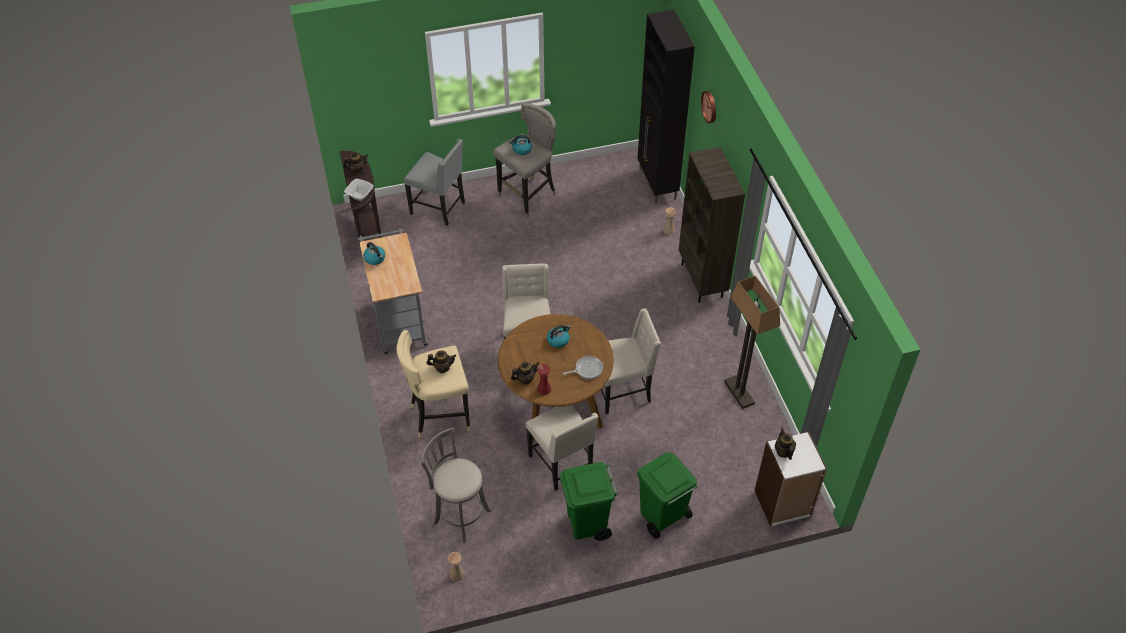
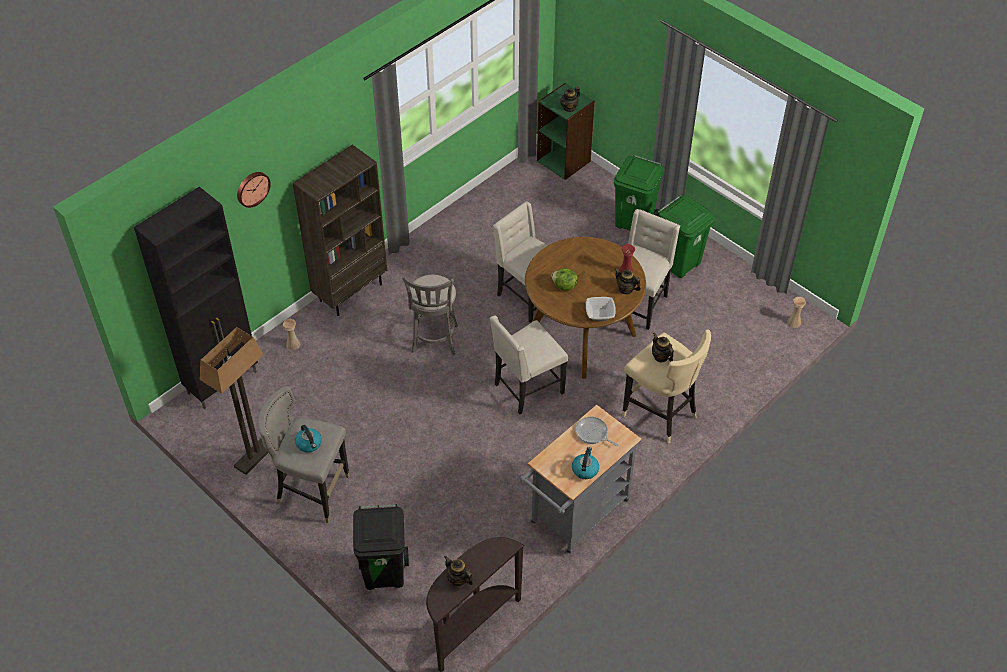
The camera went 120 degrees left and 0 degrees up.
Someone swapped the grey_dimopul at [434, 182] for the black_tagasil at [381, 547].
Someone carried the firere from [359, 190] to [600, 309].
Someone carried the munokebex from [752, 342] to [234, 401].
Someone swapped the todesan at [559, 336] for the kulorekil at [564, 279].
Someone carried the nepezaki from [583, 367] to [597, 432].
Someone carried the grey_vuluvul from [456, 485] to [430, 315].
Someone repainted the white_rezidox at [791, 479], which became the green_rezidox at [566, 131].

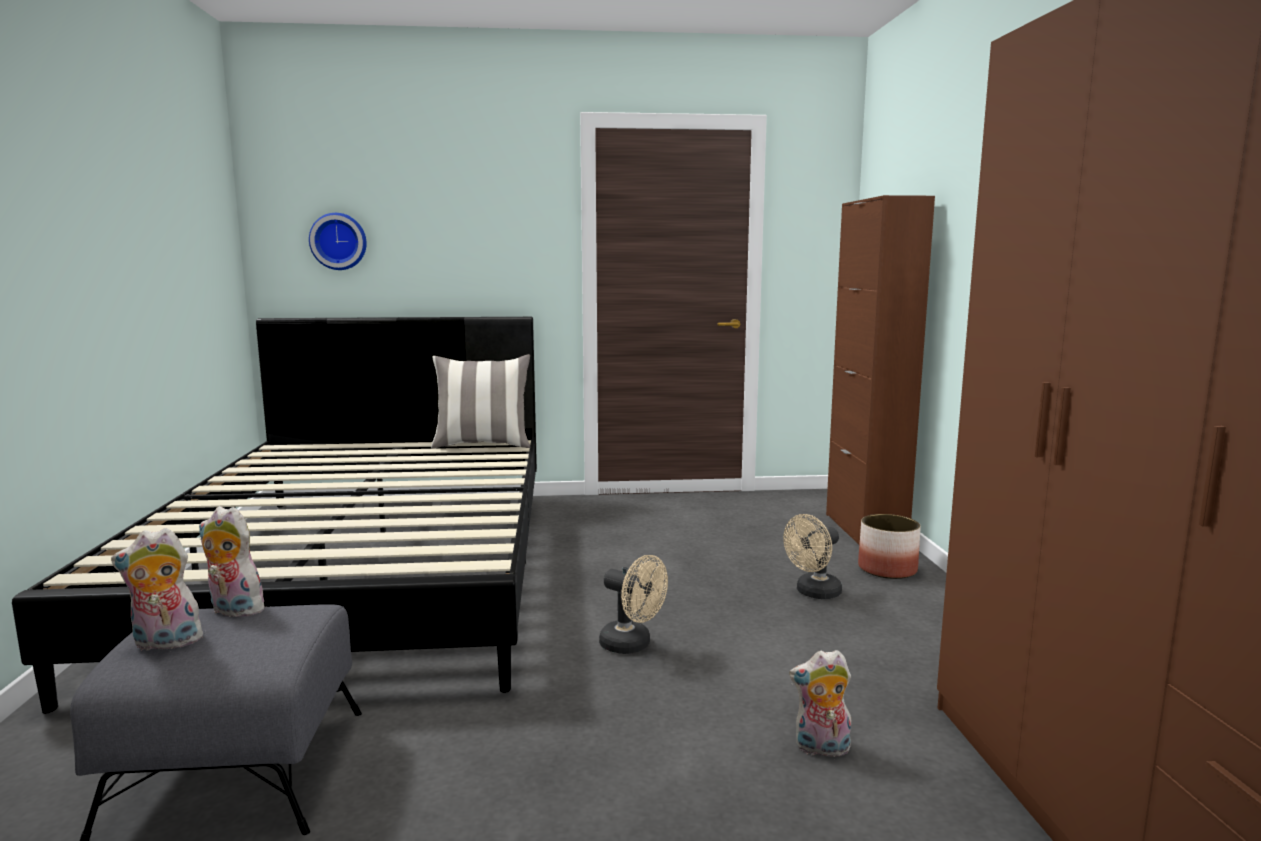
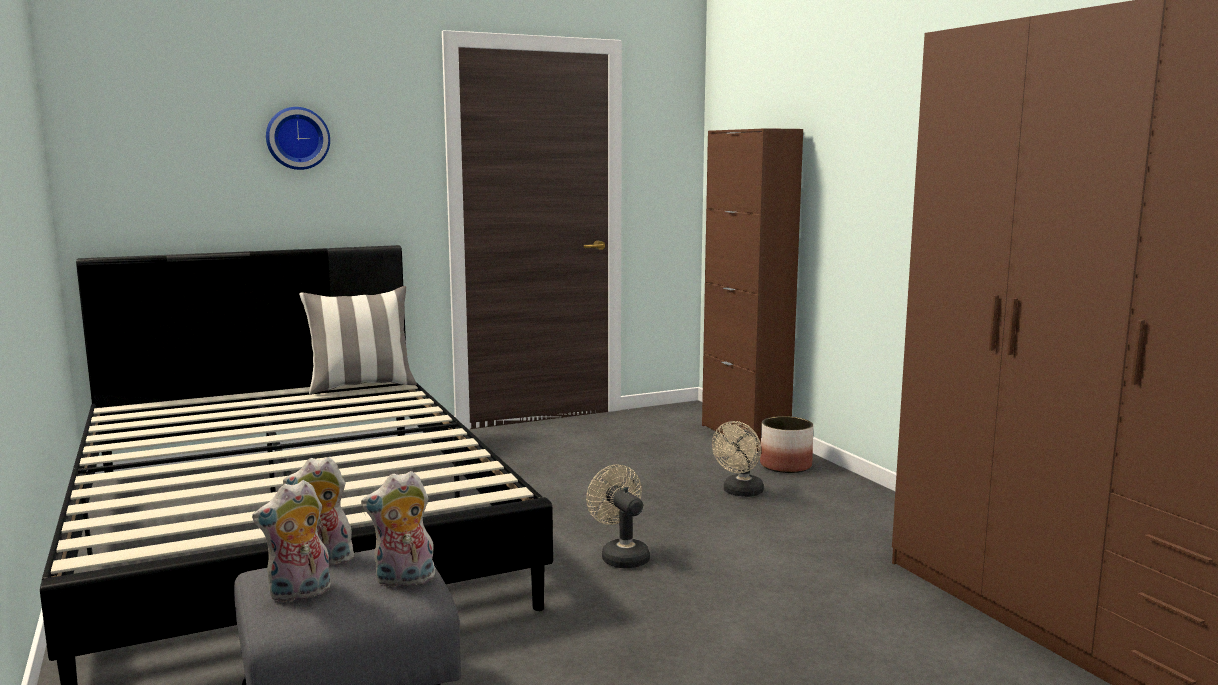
The camera went 20 degrees left and 0 degrees up.
Someone carried the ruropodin from [338, 241] to [298, 138].
Someone rotated the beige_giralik at [633, 604] by 135 degrees counterclockwise.
Someone carried the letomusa from [820, 703] to [398, 529].

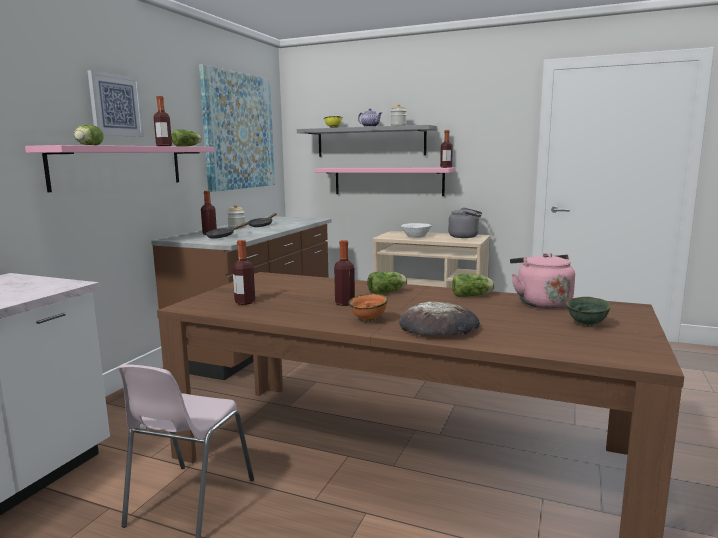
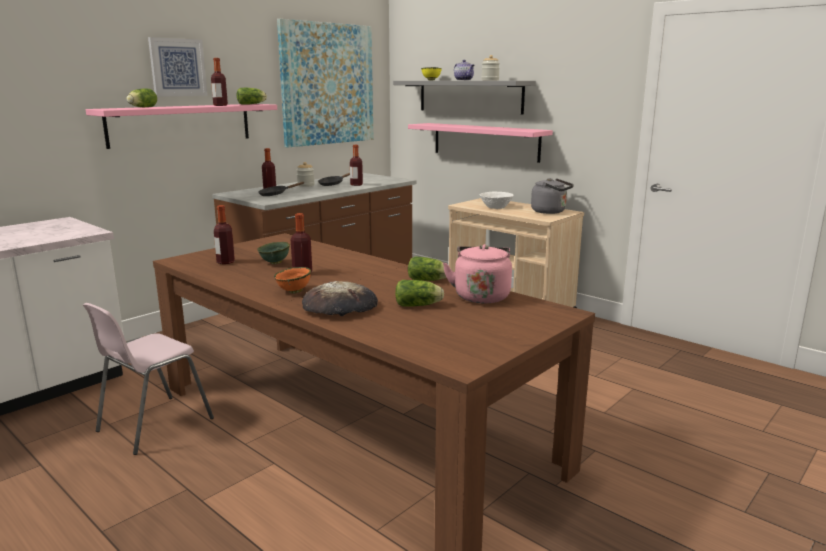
The camera went 20 degrees right and 5 degrees up.
Someone carried the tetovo from [446, 149] to [356, 165].
Someone carried the kulorekil from [387, 282] to [419, 293].
Someone carried the green_firere from [588, 312] to [273, 253].

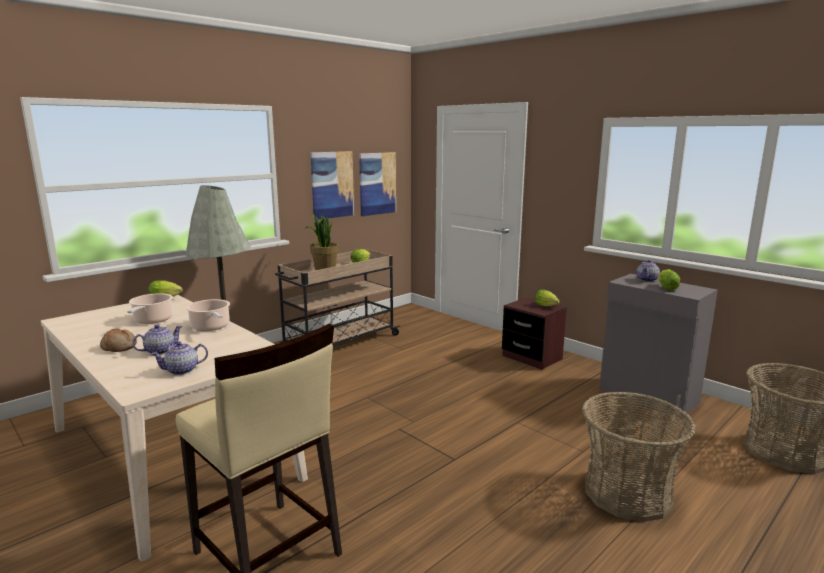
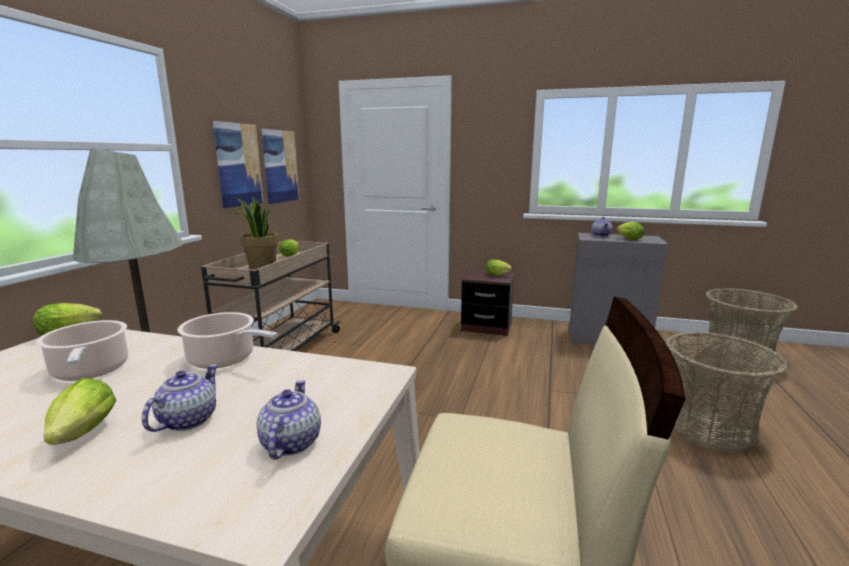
The camera went 30 degrees left and 0 degrees up.
Someone swapped the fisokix at [118, 340] for the kulorekil at [79, 411].
Someone rotated the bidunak at [179, 358] by 150 degrees clockwise.

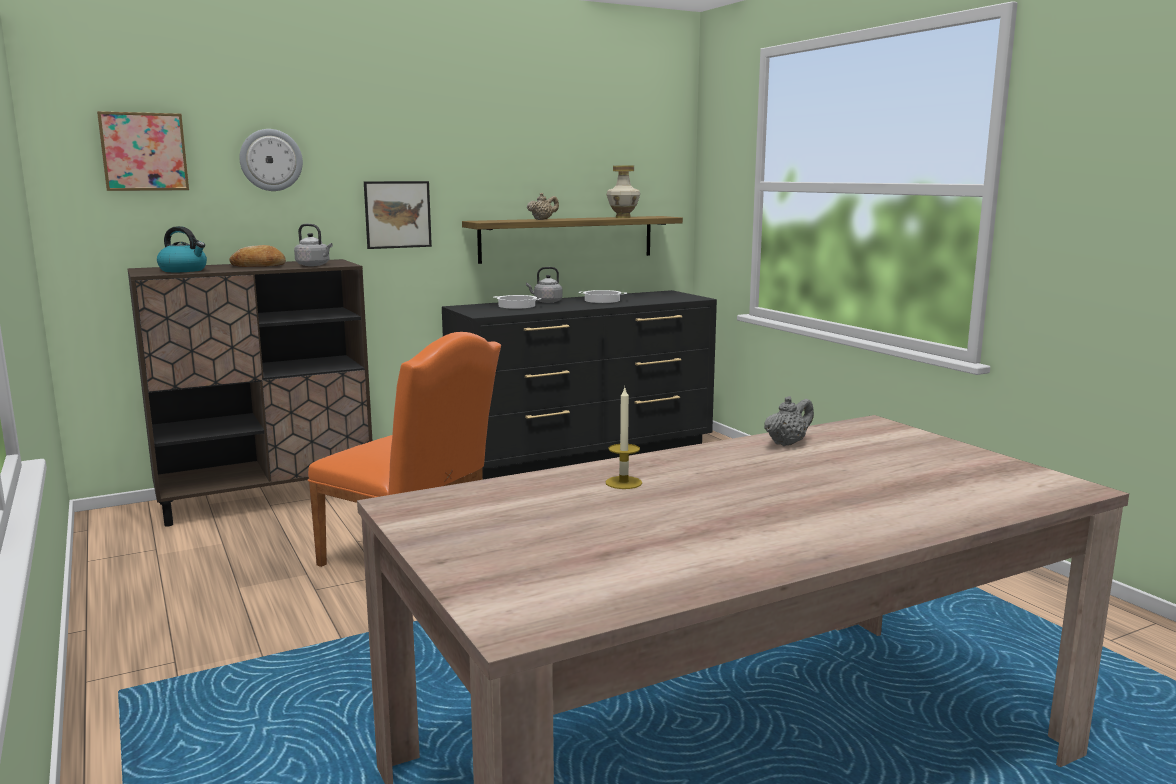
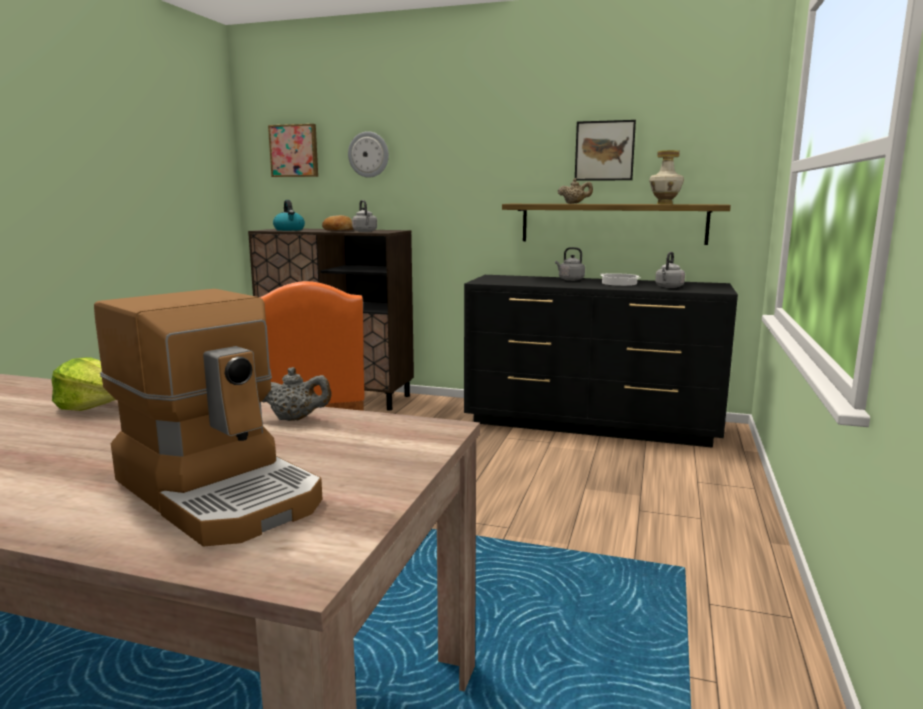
The camera went 45 degrees right and 0 degrees up.
Someone carried the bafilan from [398, 215] to [605, 150].
Someone took away the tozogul at [517, 302].
Someone swapped the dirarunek at [623, 438] for the kulorekil at [83, 384].
Someone put down the grey_todesan at [670, 270].
Someone put down the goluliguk at [208, 417].

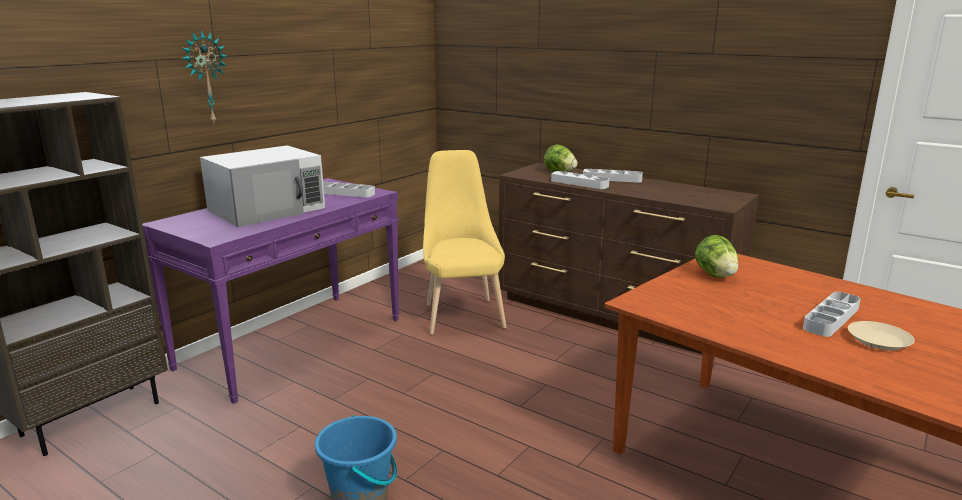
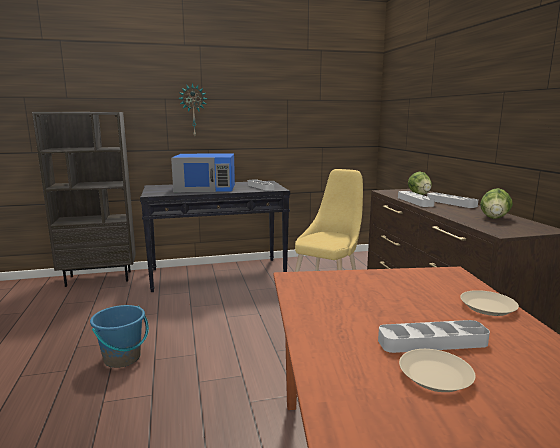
The camera went 40 degrees right and 5 degrees down.
Someone repainted the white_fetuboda at [262, 186], which became the blue_fetuboda at [203, 173].
Someone repainted the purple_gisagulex at [271, 291], which became the black_gisagulex at [215, 236].
Someone carried the kulorekil from [716, 256] to [496, 203].
Someone put down the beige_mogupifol at [489, 303].

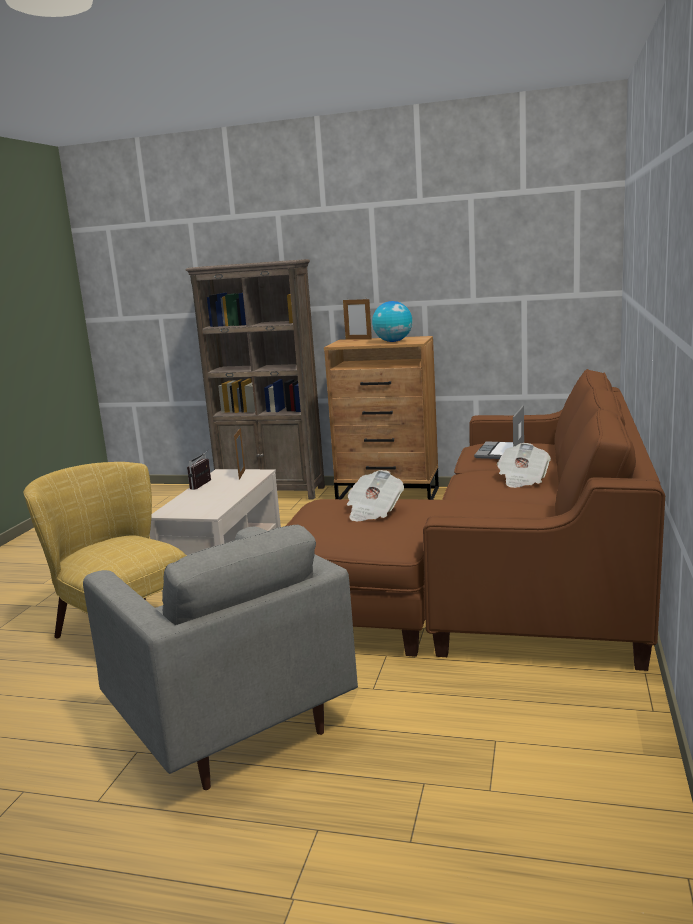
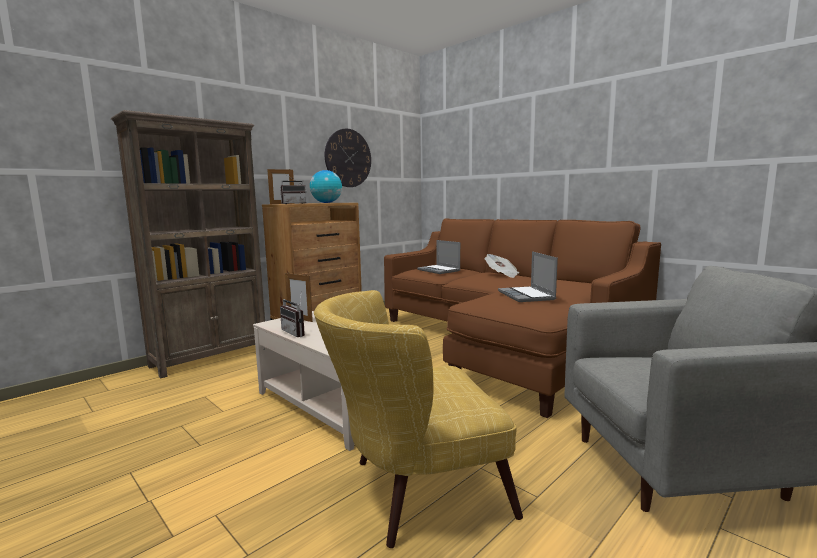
The camera went 60 degrees left and 5 degrees down.
Someone swapped the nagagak at [375, 495] for the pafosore at [528, 276].
Someone put up the ruropodin at [348, 158].
Someone put down the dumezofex at [293, 189].

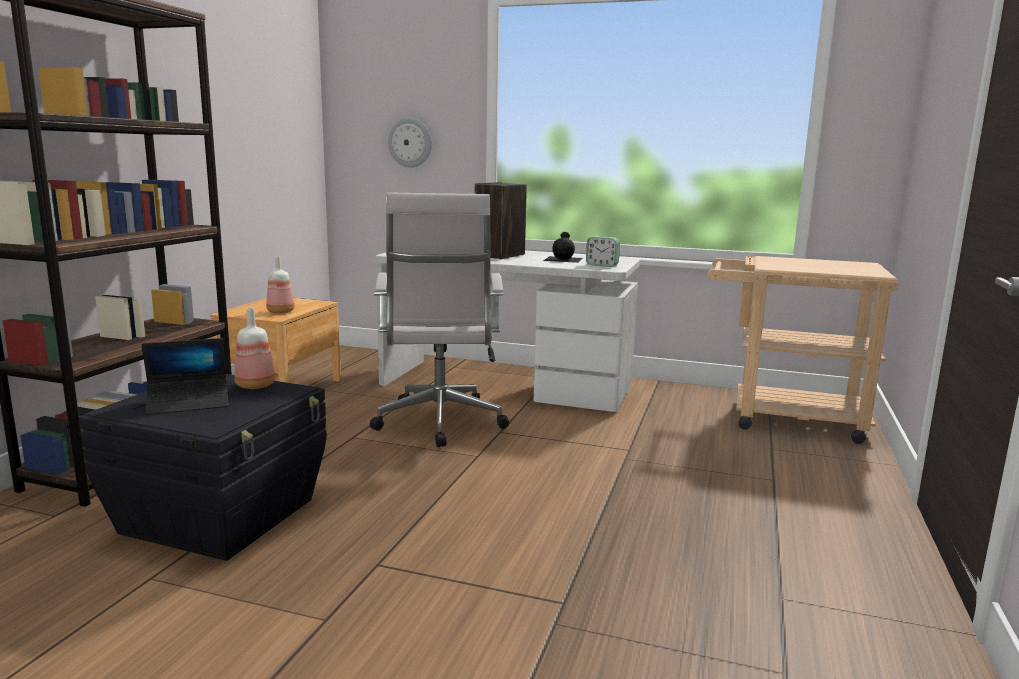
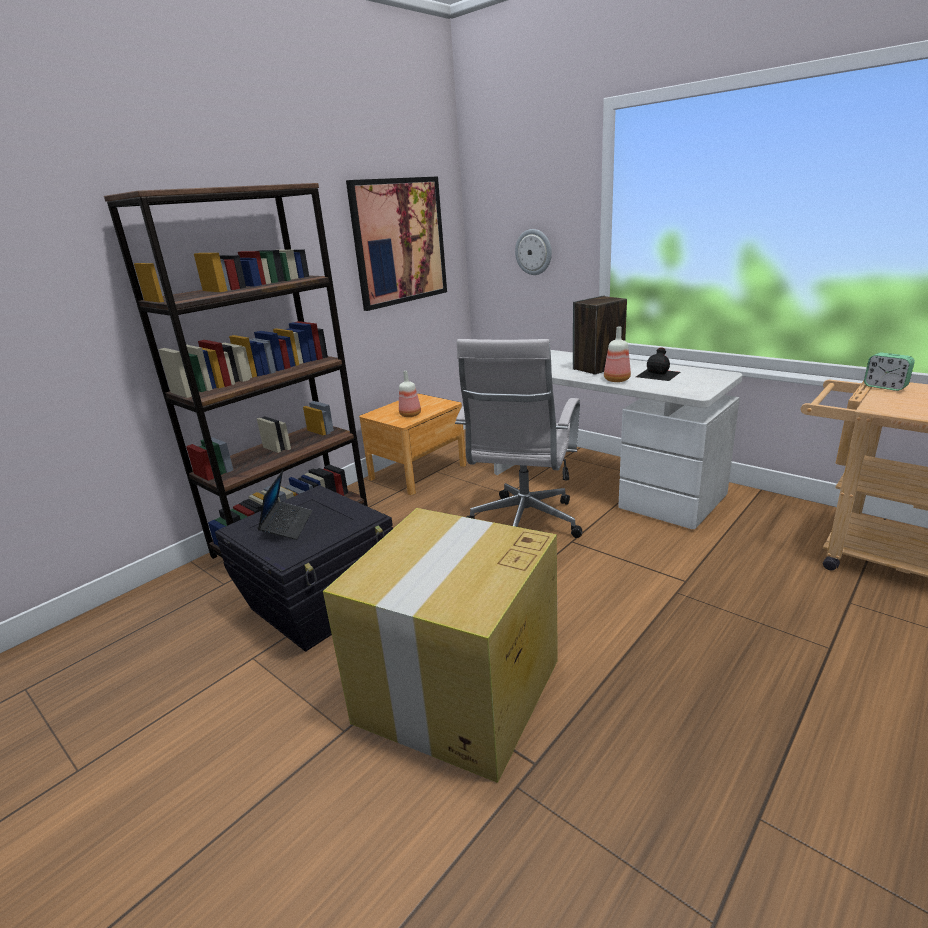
The camera went 25 degrees right and 10 degrees up.
Someone carried the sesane from [603, 251] to [889, 372].
Someone carried the tetovo from [254, 348] to [617, 354].
Someone rotated the pafosore at [185, 376] by 90 degrees counterclockwise.
Someone put up the bafilan at [396, 243].
Someone put down the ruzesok at [440, 645].

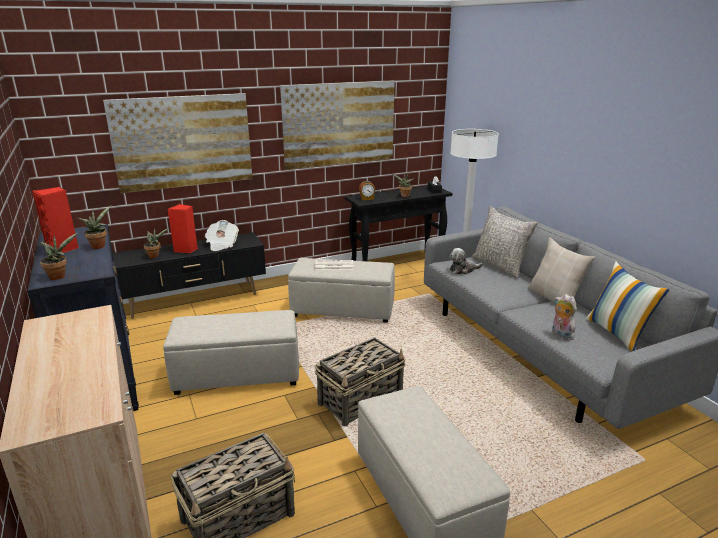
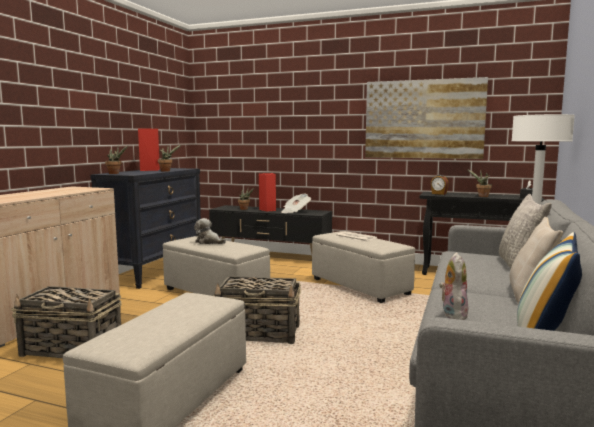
The camera went 45 degrees right and 15 degrees down.
Someone took away the bafilan at [177, 143].
Someone carried the letomusa from [466, 261] to [210, 231].

